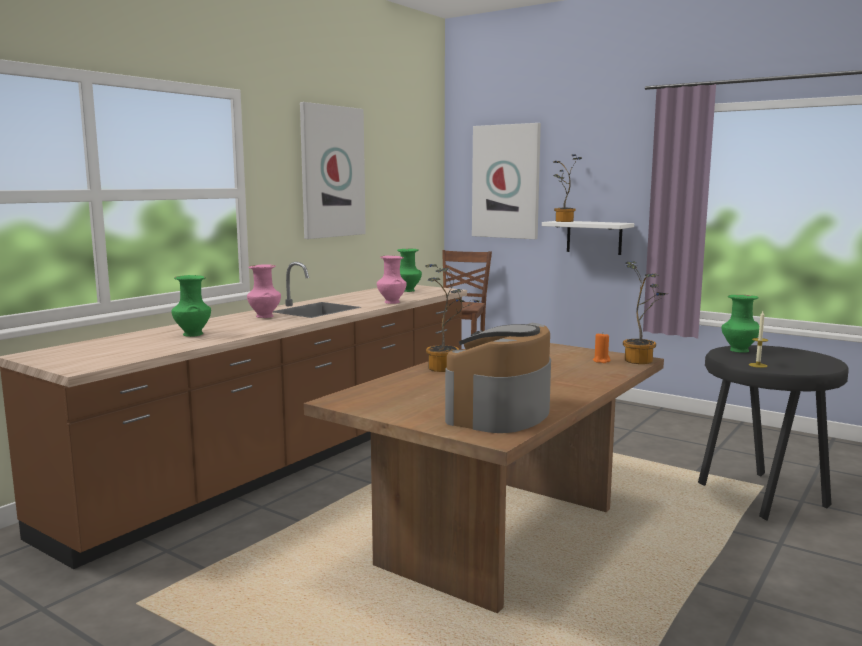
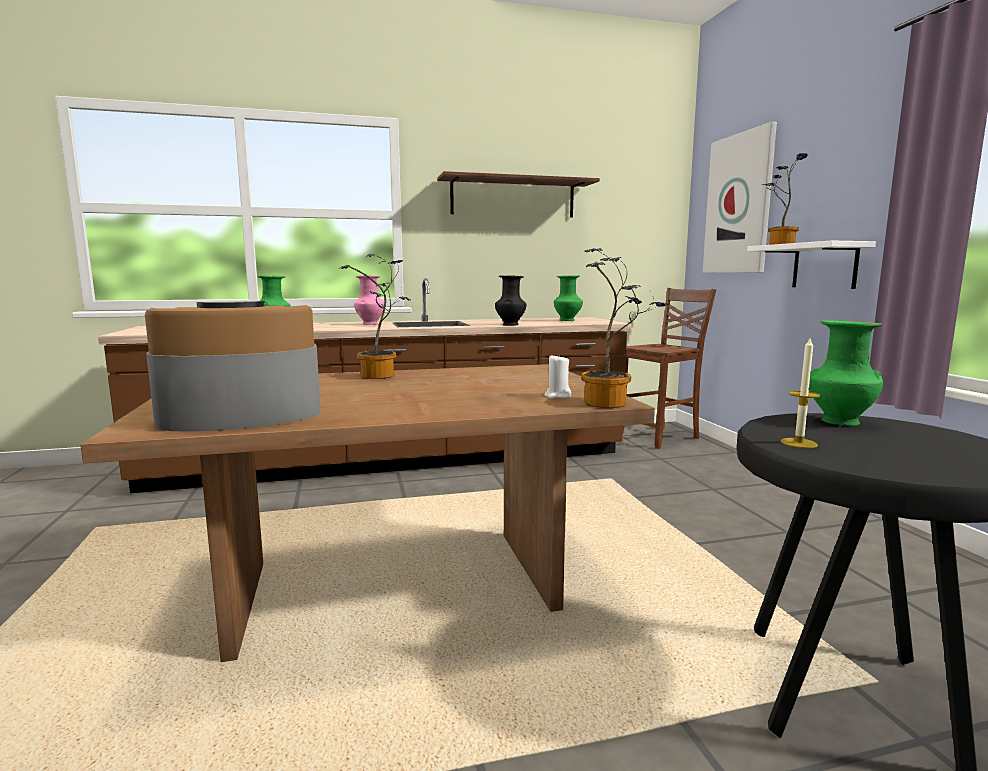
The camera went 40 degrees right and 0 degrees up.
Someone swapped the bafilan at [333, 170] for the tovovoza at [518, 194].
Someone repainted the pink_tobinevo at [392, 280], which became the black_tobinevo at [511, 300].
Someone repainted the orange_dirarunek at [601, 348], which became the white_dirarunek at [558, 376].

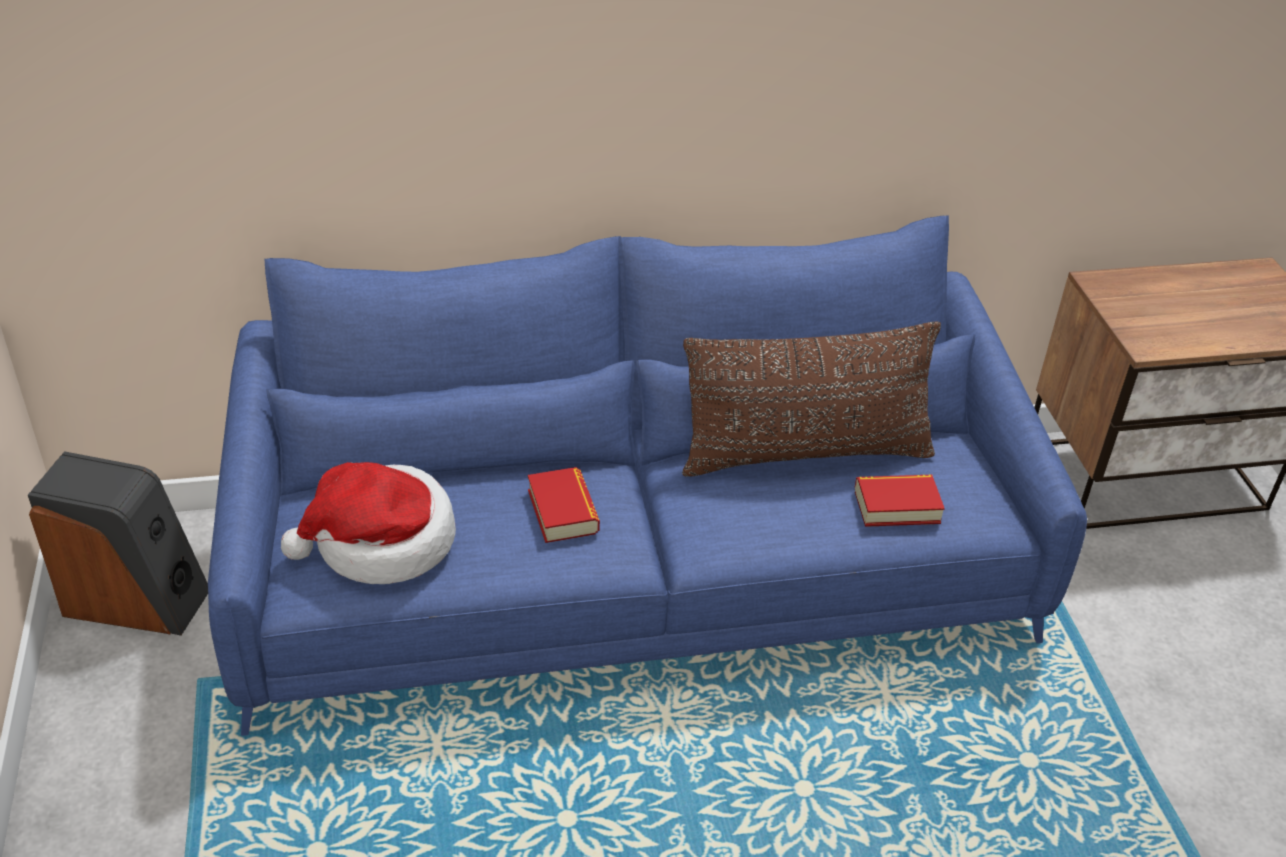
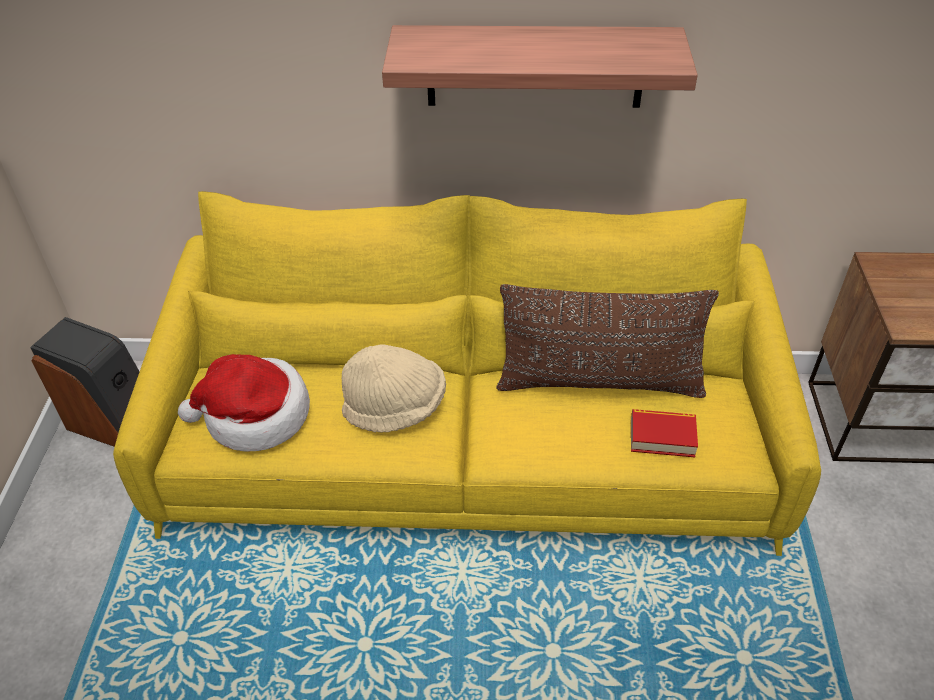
The camera went 15 degrees right and 5 degrees up.
Someone repainted the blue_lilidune at [647, 476], which became the yellow_lilidune at [467, 373].
Someone swapped the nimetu at [564, 505] for the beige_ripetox at [394, 388].
Someone put up the tovovoza at [540, 66].

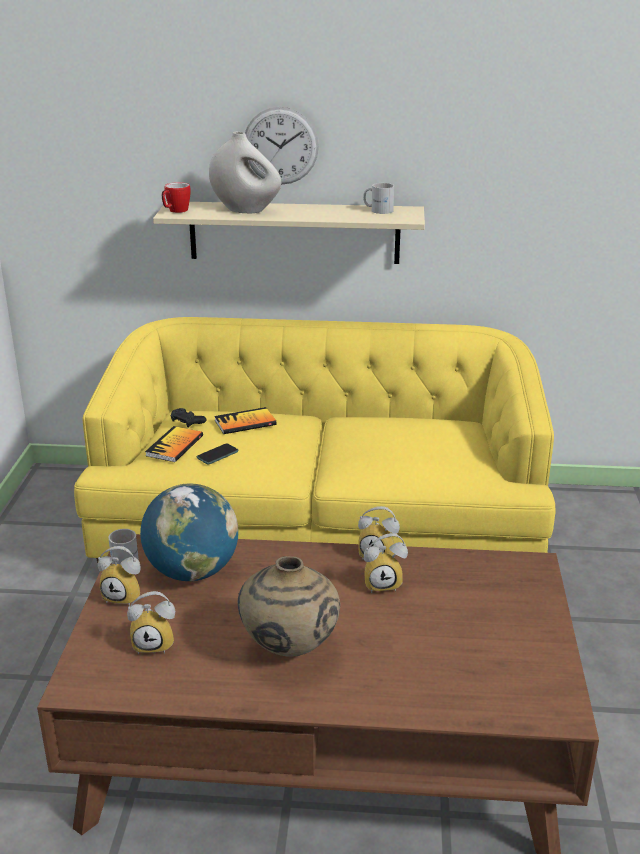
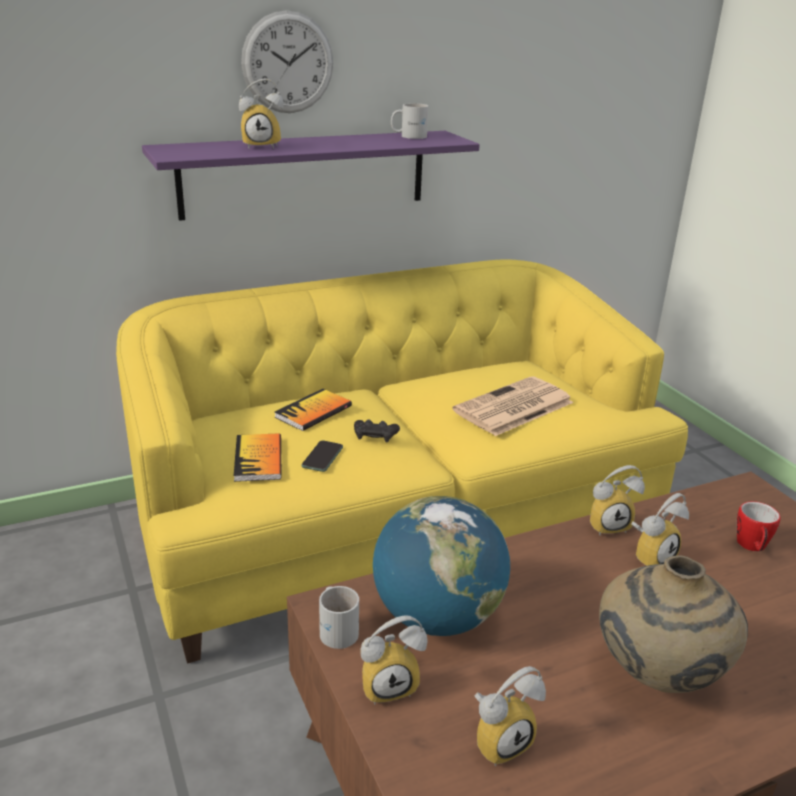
The camera went 30 degrees left and 0 degrees up.
Someone swapped the white_tobinevo at [245, 172] for the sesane at [261, 114].
Someone carried the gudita from [176, 197] to [759, 526].
Someone repainted the beige_tovovoza at [289, 233], which became the purple_tovovoza at [311, 176].
Someone carried the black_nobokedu from [189, 418] to [377, 430].
Someone put down the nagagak at [513, 406].

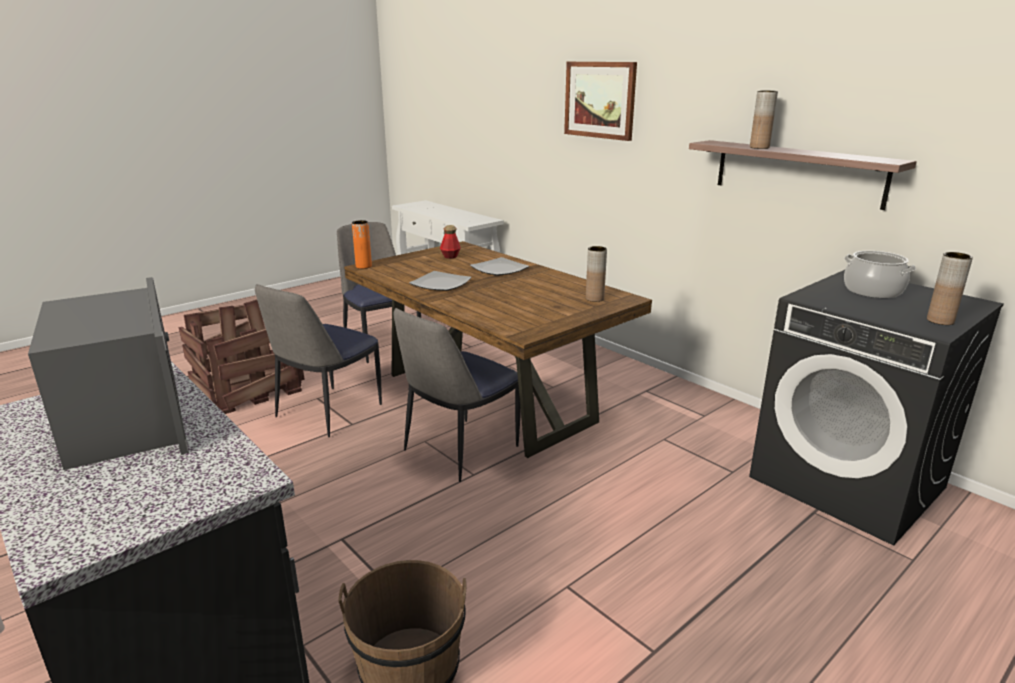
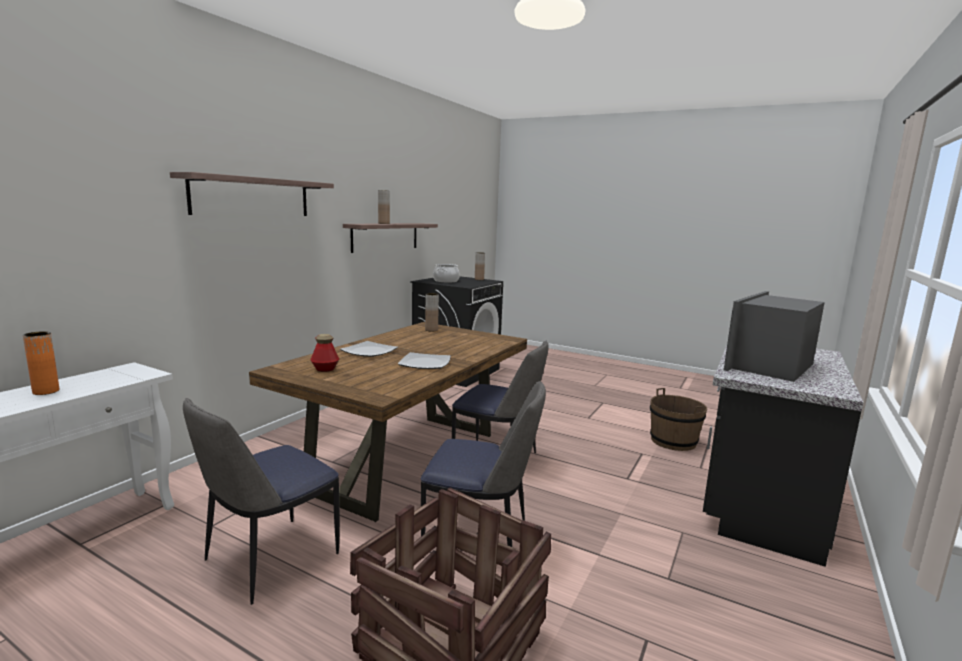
The camera went 110 degrees left and 10 degrees down.
Someone swapped the bafilan at [600, 101] for the tovovoza at [252, 194].
Someone carried the orange_tobinevo from [362, 244] to [41, 363].

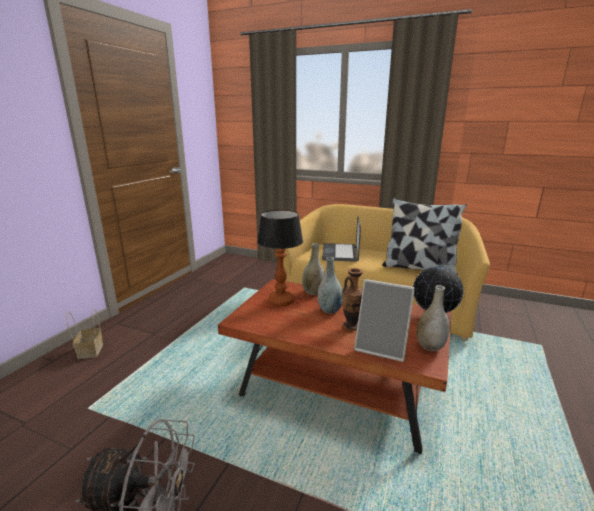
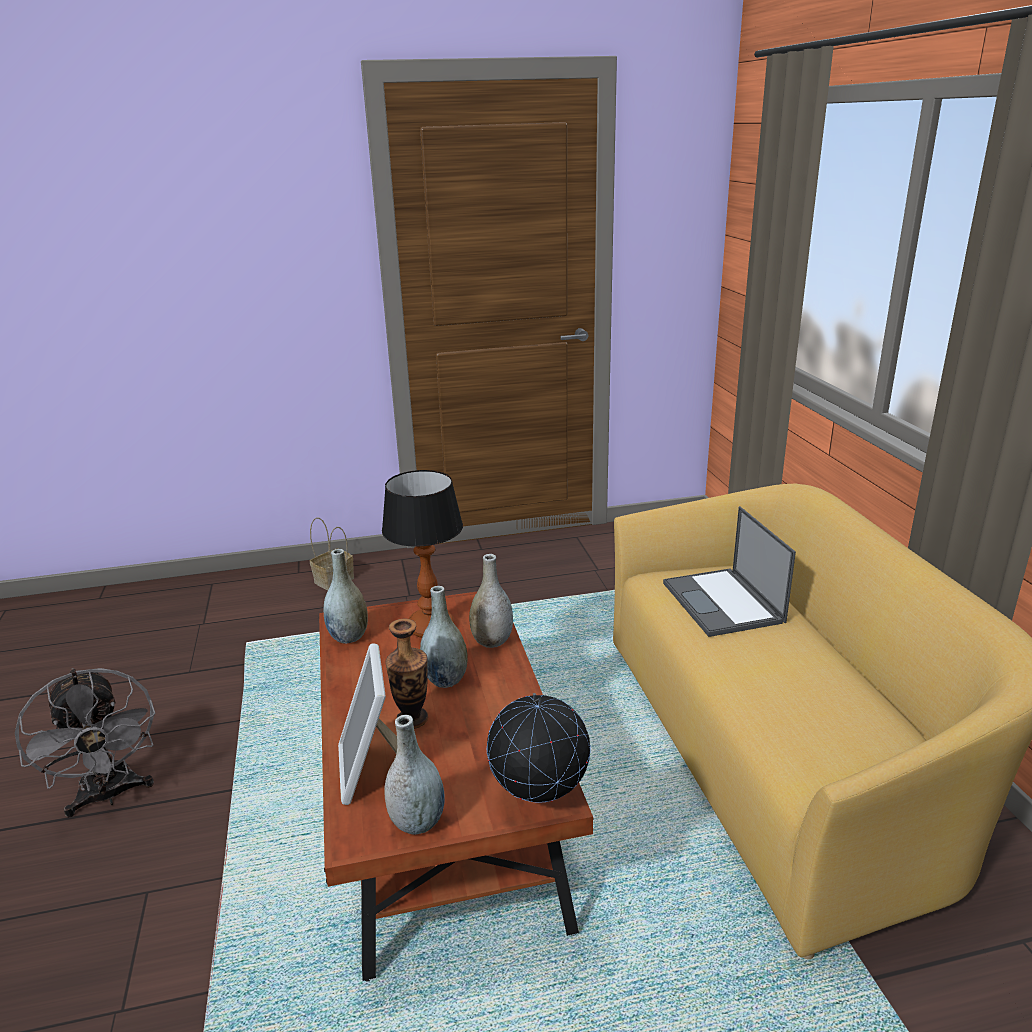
The camera went 55 degrees right and 5 degrees up.
Someone took away the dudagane at [424, 236].
Someone rotated the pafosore at [341, 239] by 75 degrees counterclockwise.
Someone put down the grey_tobinevo at [346, 596].

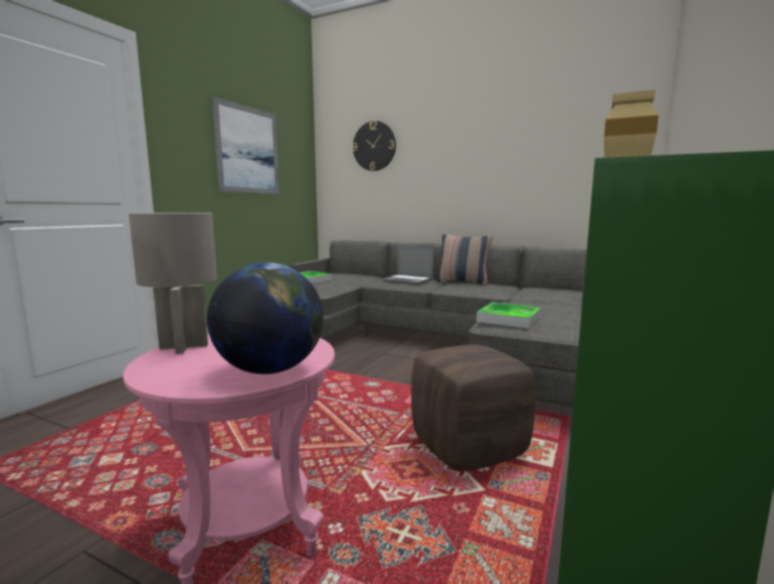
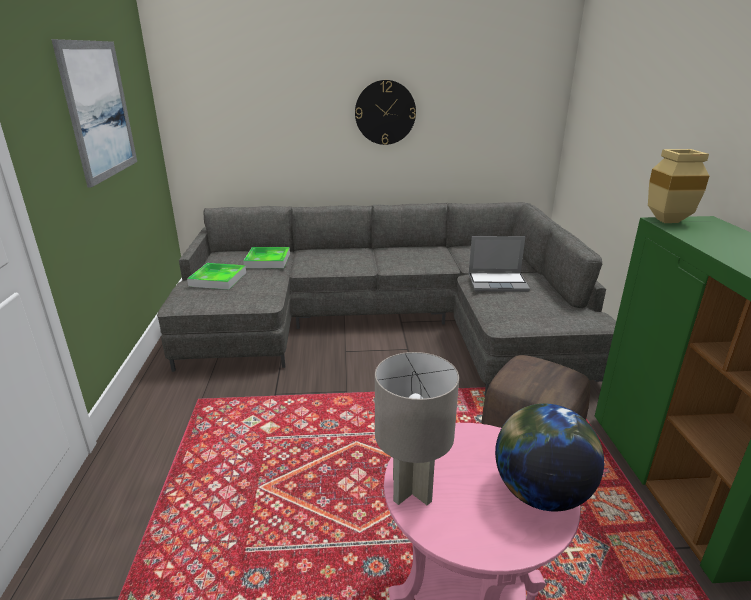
The camera went 30 degrees left and 15 degrees up.
Someone carried the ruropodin from [374, 146] to [385, 112].
Someone took away the dudagane at [464, 259].
Someone carried the pafosore from [408, 265] to [499, 264].
Someone carried the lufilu from [508, 315] to [266, 257].

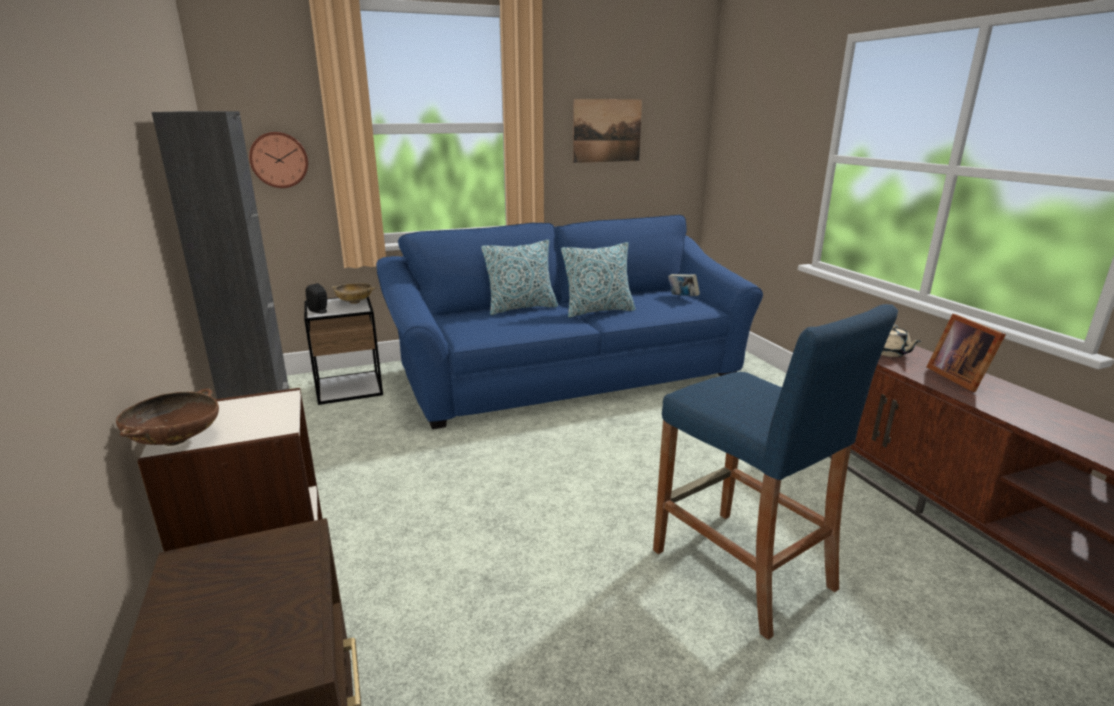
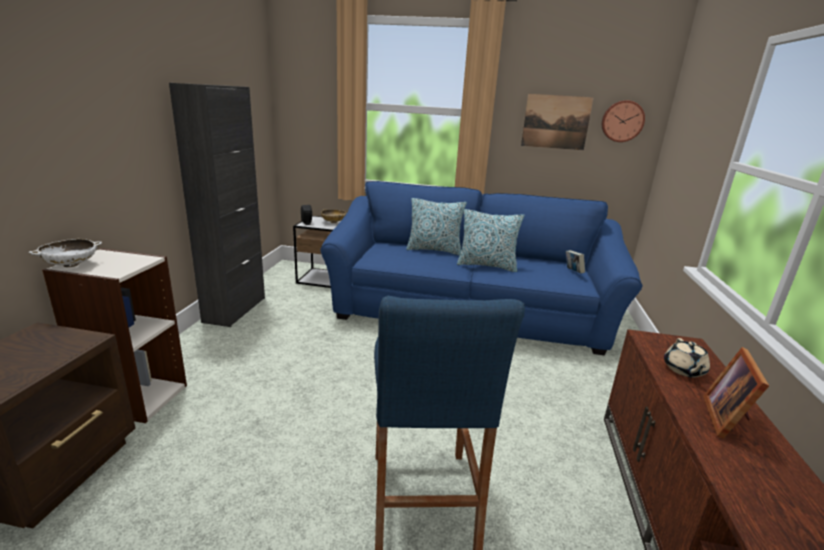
The camera went 30 degrees right and 0 degrees up.
Someone carried the ruropodin from [278, 160] to [623, 121].
Someone repainted the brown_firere at [167, 417], which became the white_firere at [65, 253].

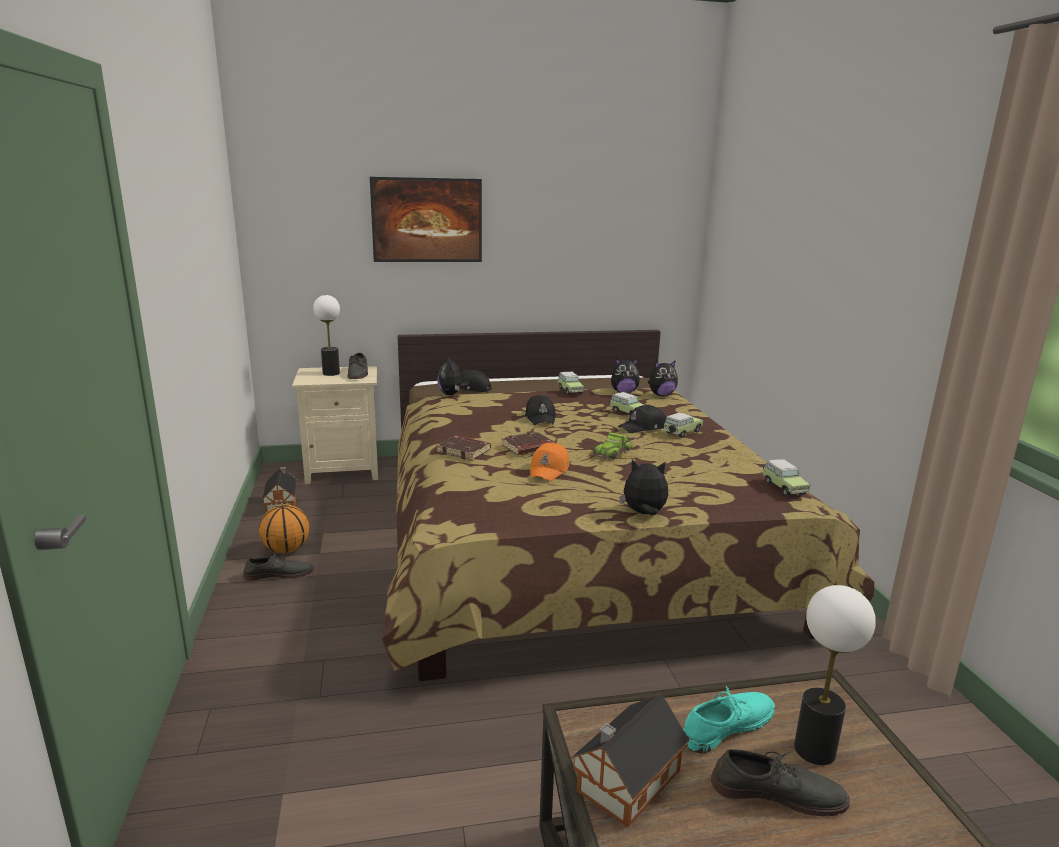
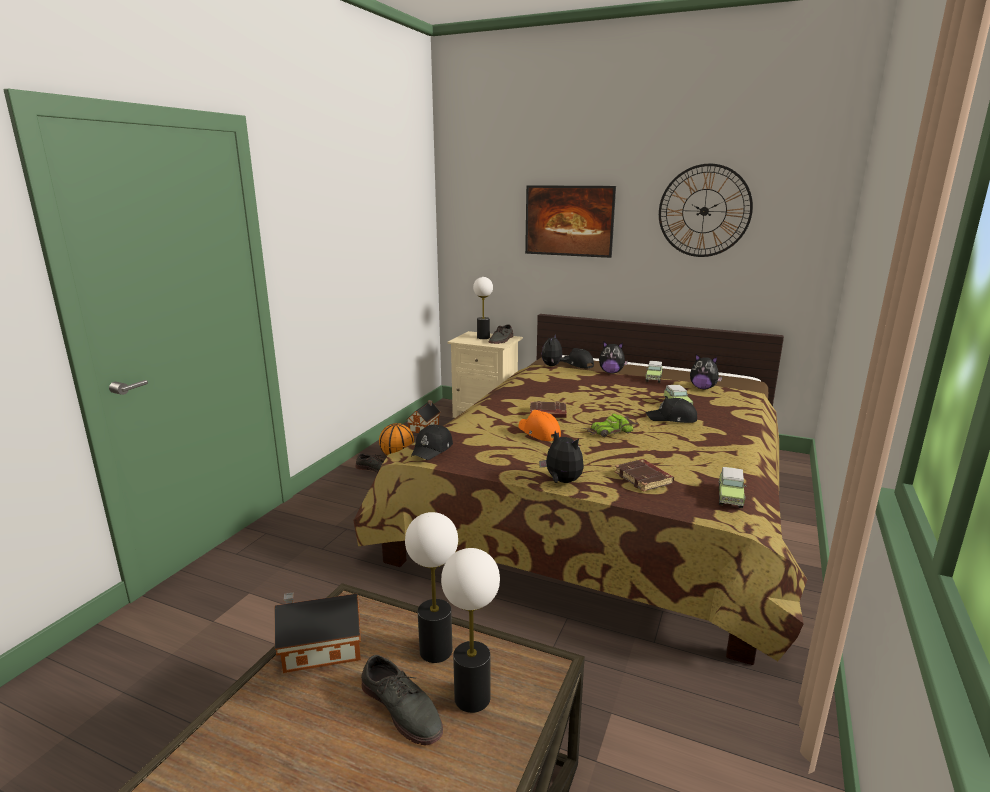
The camera went 35 degrees right and 0 degrees up.
Someone carried the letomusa from [663, 378] to [613, 357].
Someone carried the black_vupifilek from [540, 410] to [432, 442].
Someone took away the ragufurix at [683, 425].
Someone carried the brown_nimetu from [463, 447] to [644, 475].
Someone rotated the orange_vupifilek at [549, 461] by 90 degrees clockwise.
Someone swapped the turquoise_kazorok at [729, 720] for the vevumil at [431, 587].
Someone put up the ruropodin at [706, 210].

